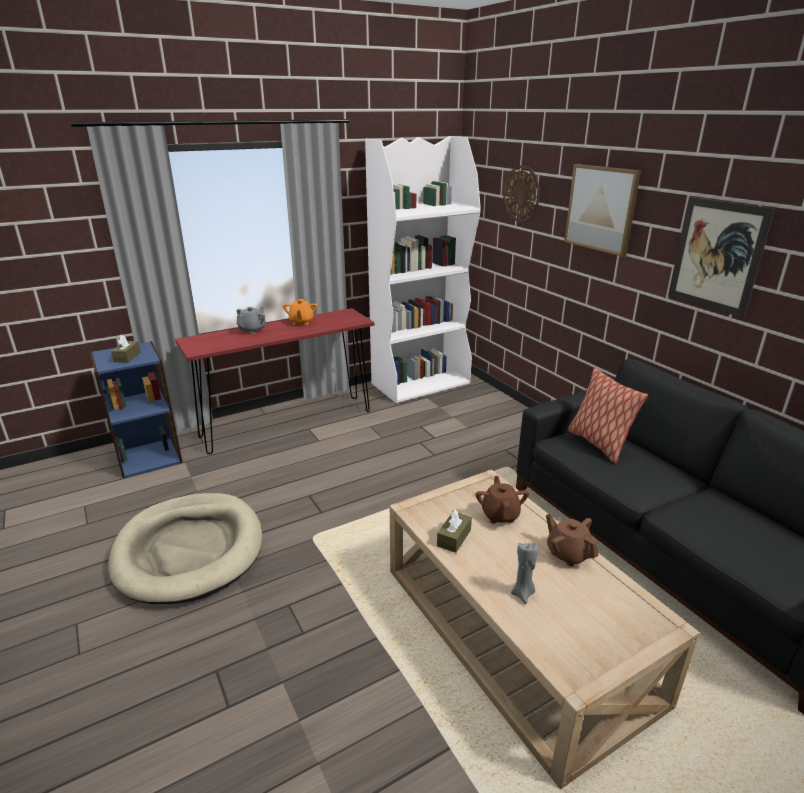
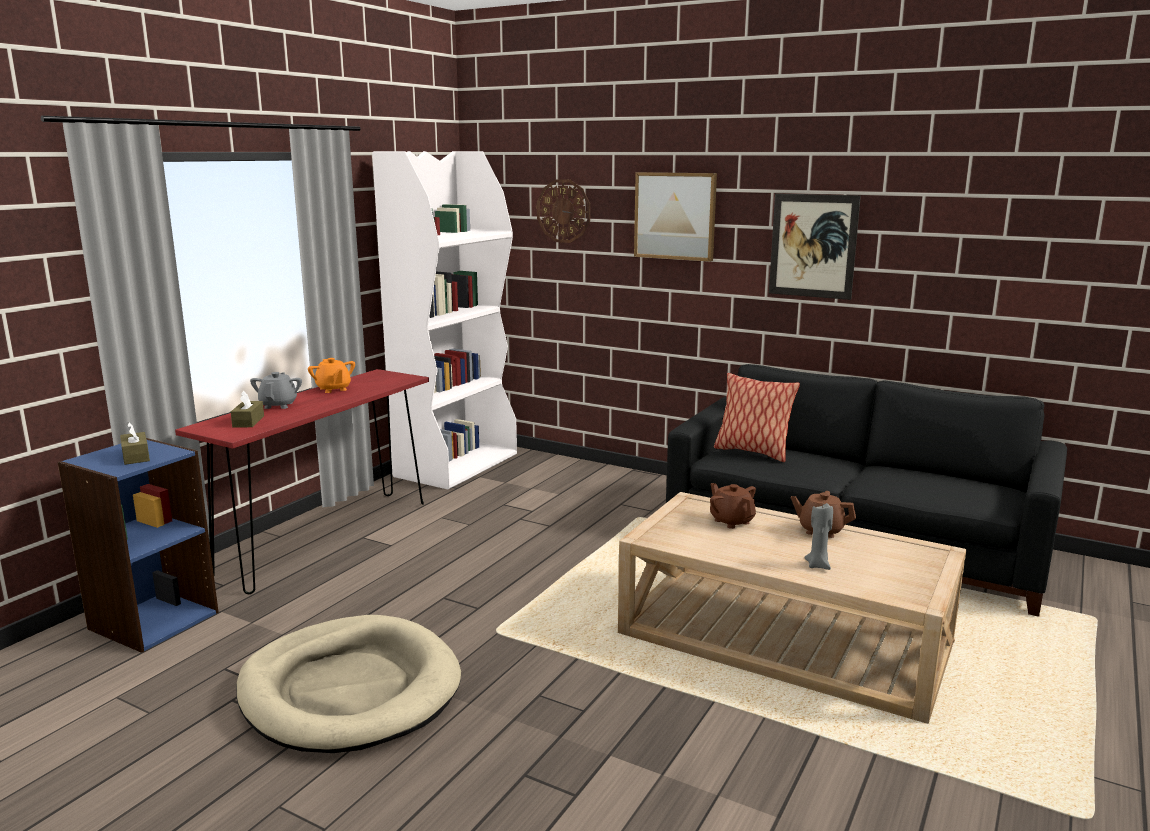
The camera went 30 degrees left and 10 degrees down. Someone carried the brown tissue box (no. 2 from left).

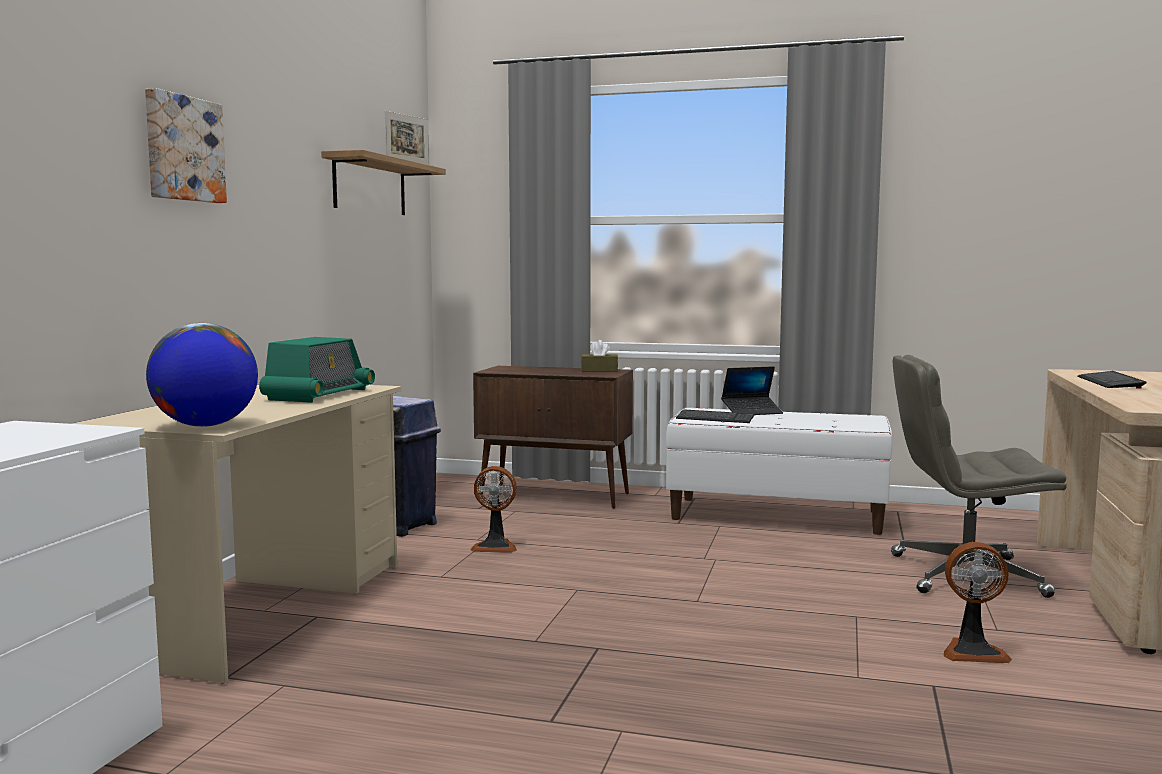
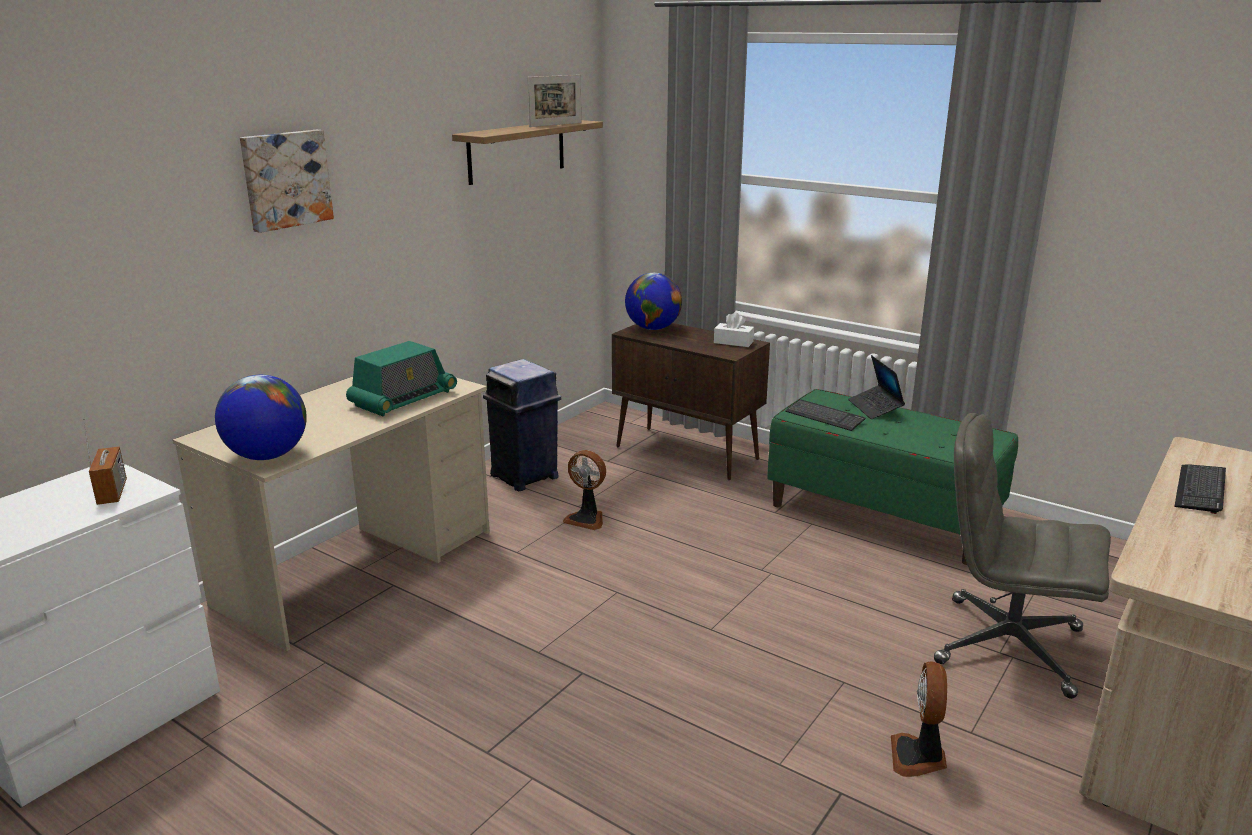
The camera went 20 degrees right and 15 degrees up. Someone repainted the brown tissue box, which became the white tissue box. Someone repainted the white bench, which became the green bench. Someone rotated the laptop by 75 degrees clockwise. Someone rotated the fan (no. 2 from left) by 75 degrees clockwise. Someone put down the radio (no. 1 from left). Someone put down the globe (no. 2 from left).

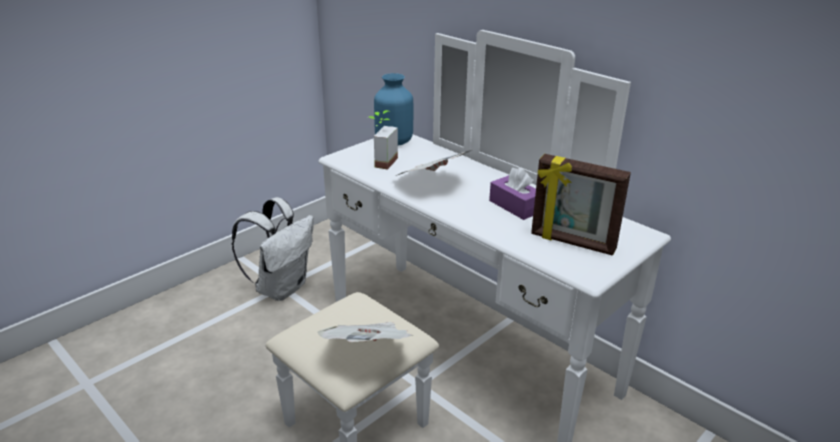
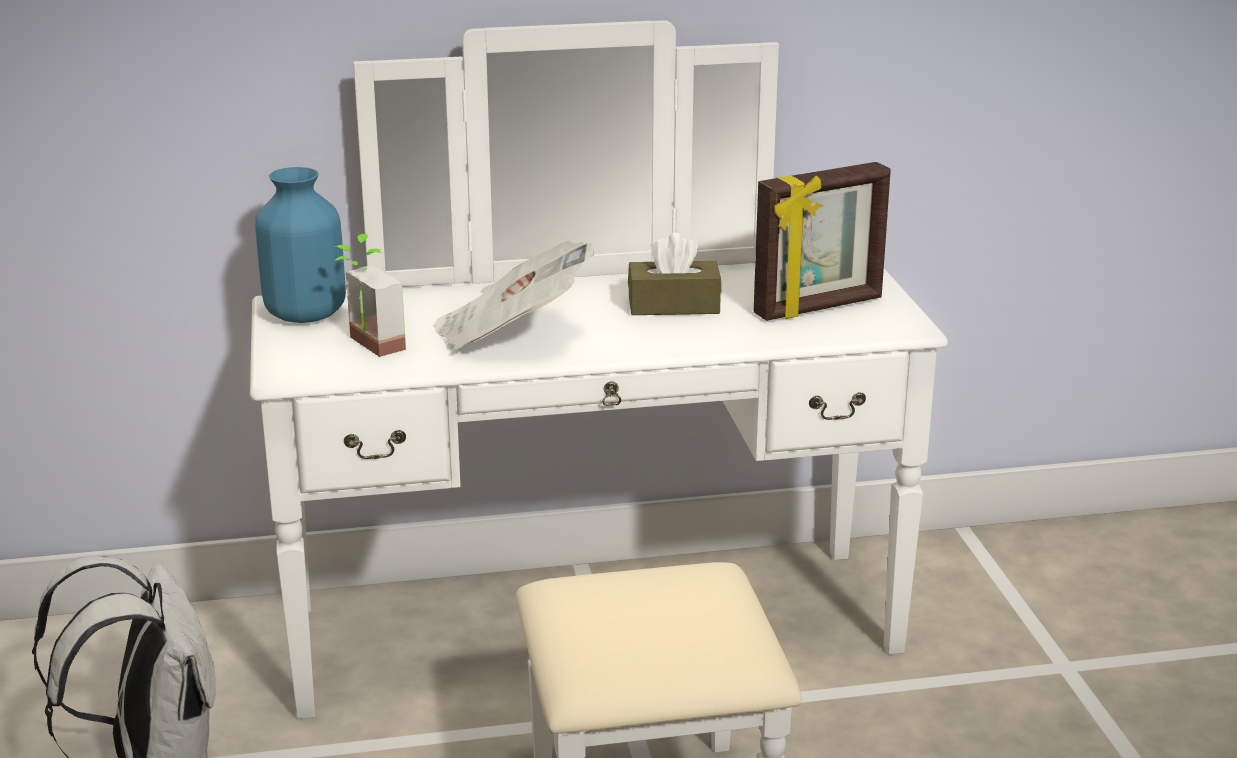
The camera went 55 degrees left and 5 degrees down. Someone took away the newspaper (no. 1 from left). Someone repainted the purple tissue box, which became the brown tissue box.

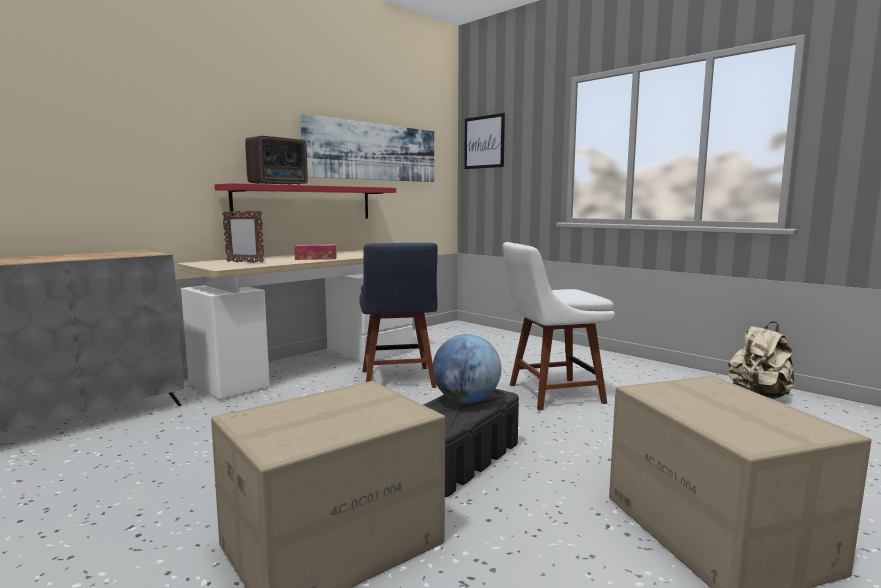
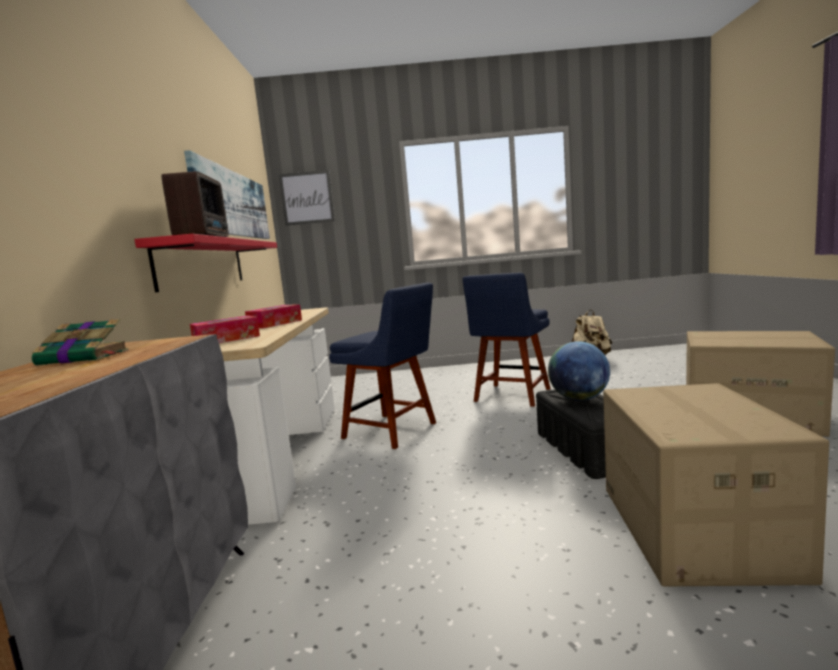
The camera went 45 degrees left and 0 degrees up. Someone swapped the picture frame for the tissue box (no. 1 from left). Someone repainted the white chair, which became the blue chair (no. 2 from left). Someone put down the book.

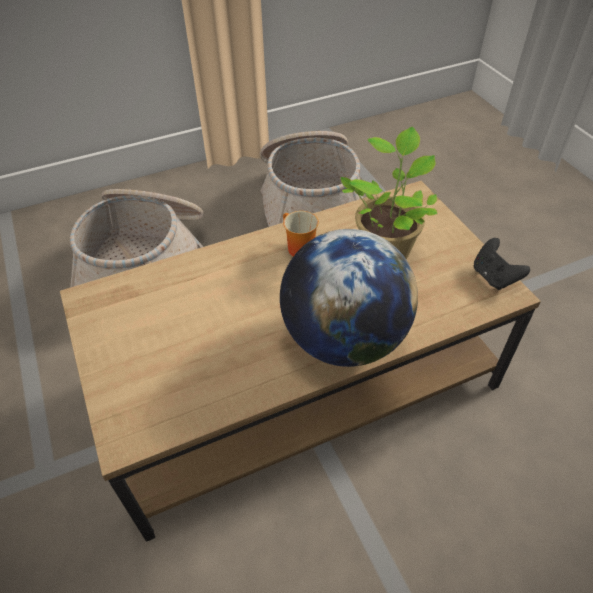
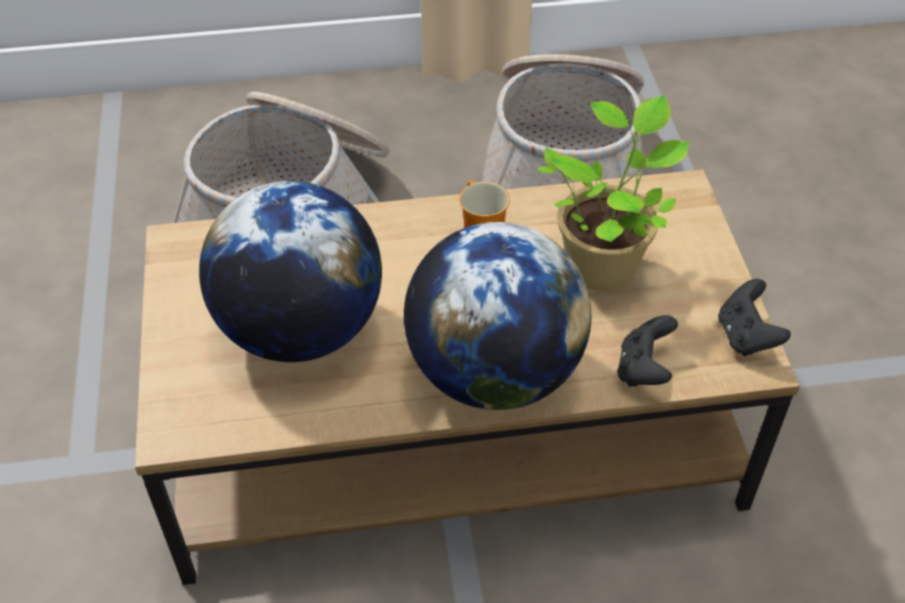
The camera went 15 degrees right and 0 degrees up. Someone put down the globe (no. 1 from left). Someone put down the black game controller (no. 1 from left).

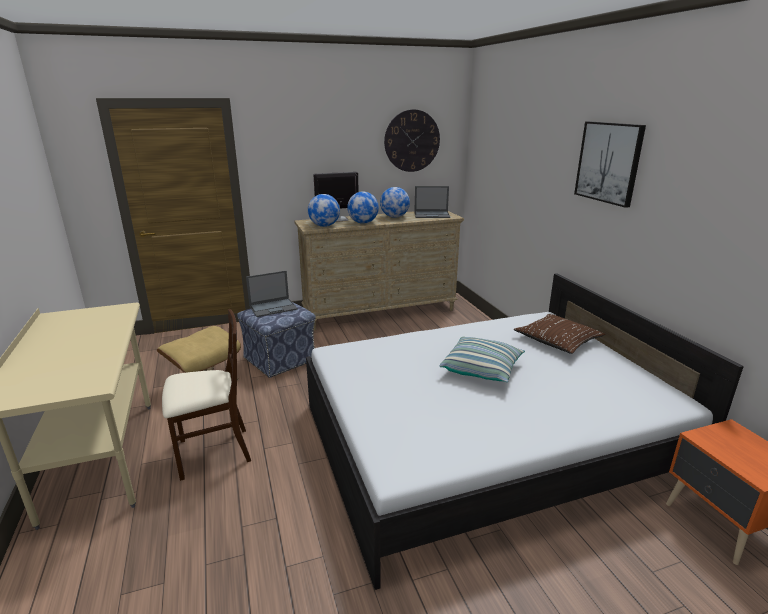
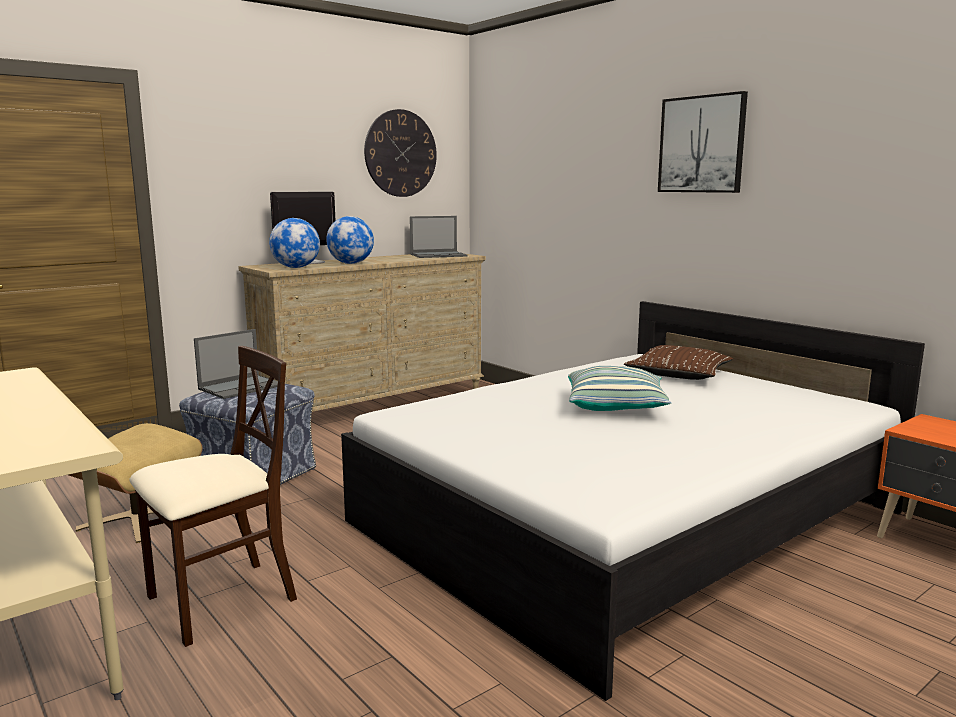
The camera went 20 degrees left and 10 degrees down. Someone took away the globe (no. 3 from left).

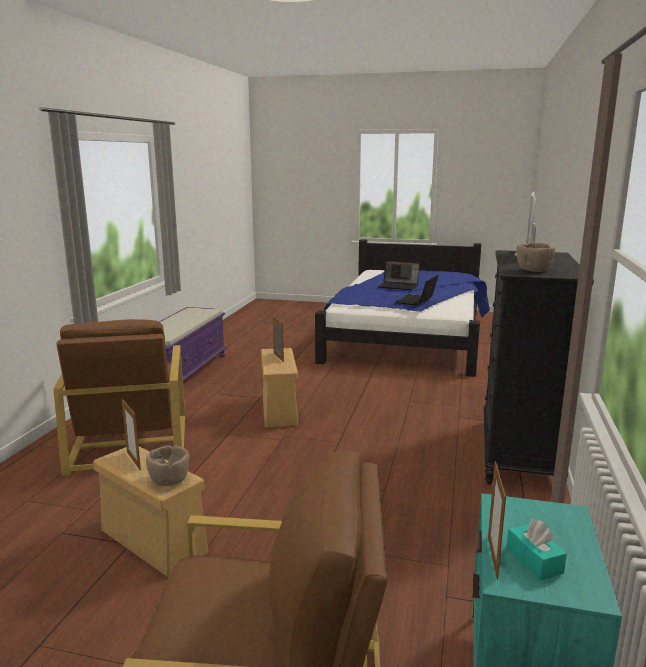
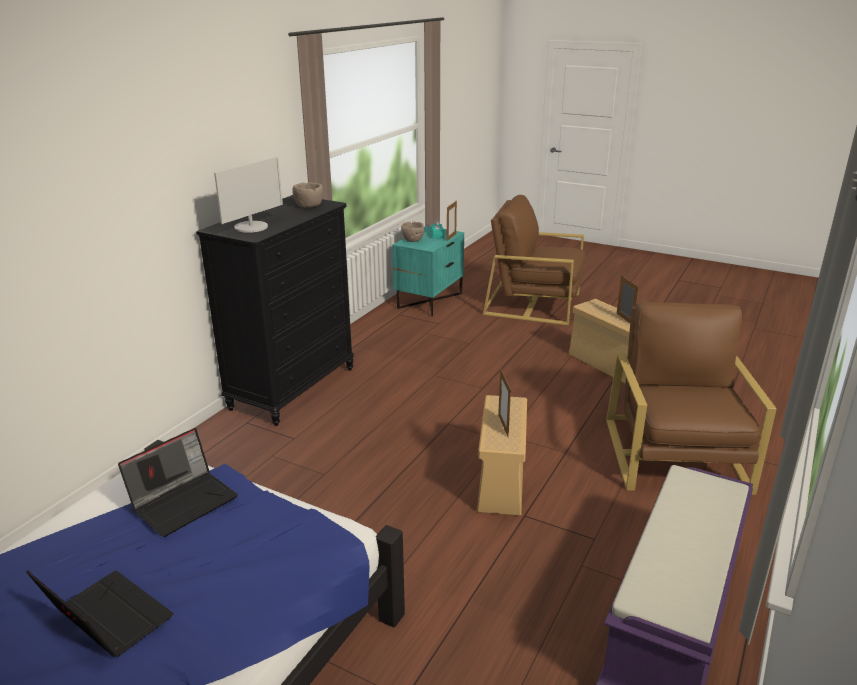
The camera went 165 degrees left and 10 degrees up. Someone carried the brown bowl (no. 1 from left in the first image).

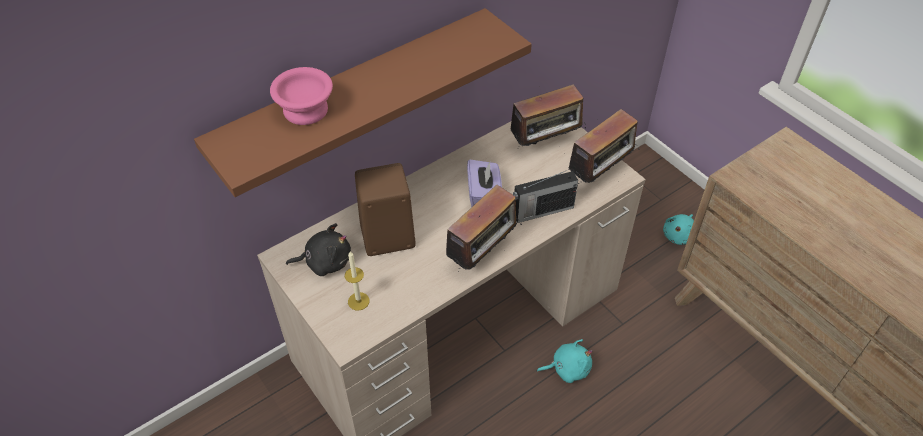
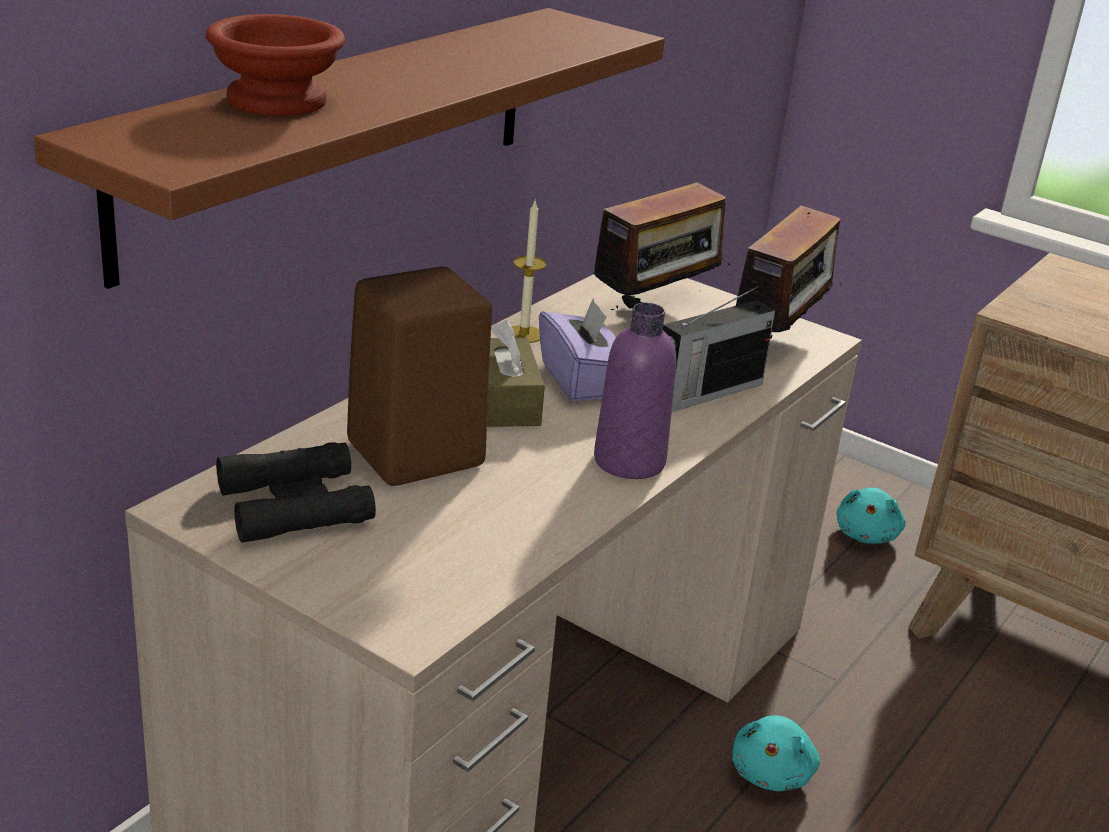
The camera went 20 degrees left and 20 degrees down. Someone repainted the pink bowl, which became the brown bowl. Someone swapped the black plush toy for the black binoculars. Someone carried the candle. Someone swapped the radio (no. 1 from left) for the purple bottle. Someone rotated the turquoise plush toy (no. 1 from left) by 135 degrees clockwise. Someone put down the brown tissue box.

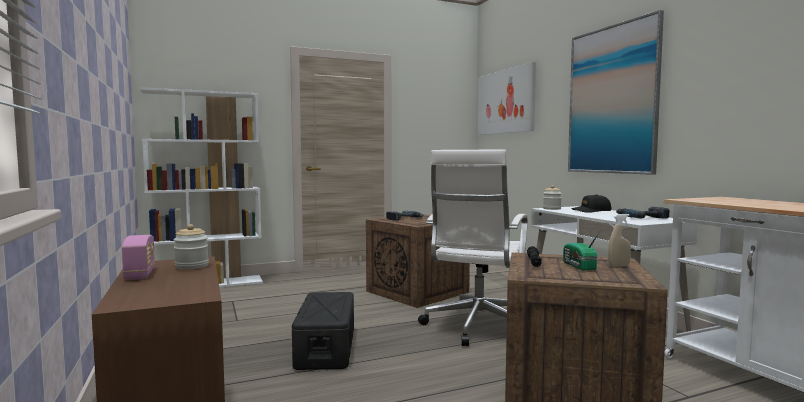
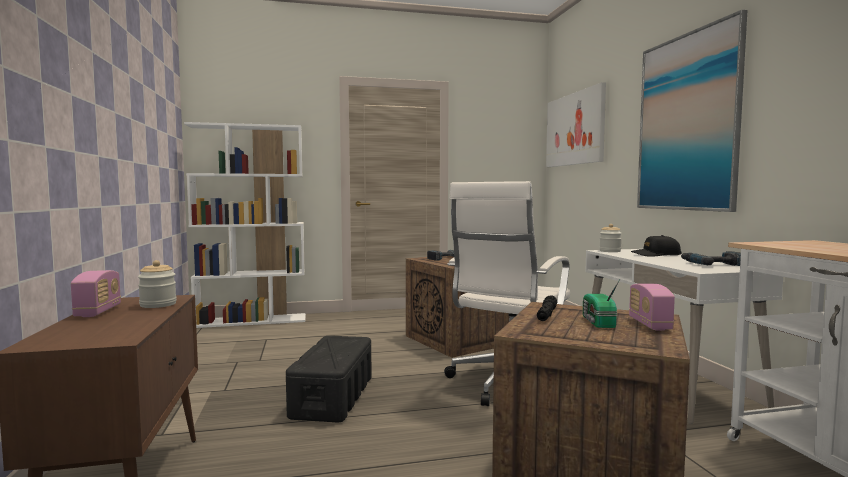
The camera went 10 degrees right and 0 degrees up. Someone swapped the beige spray bottle for the radio (no. 3 from left).

